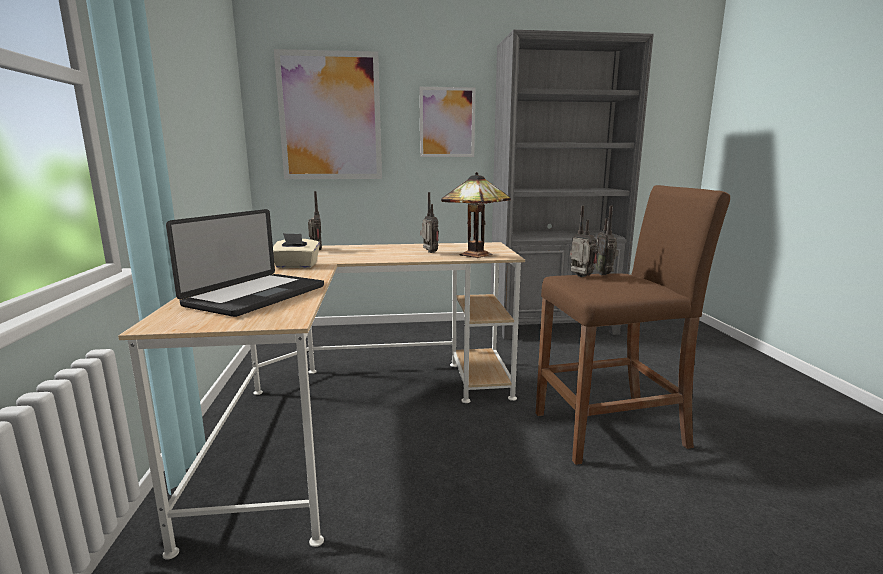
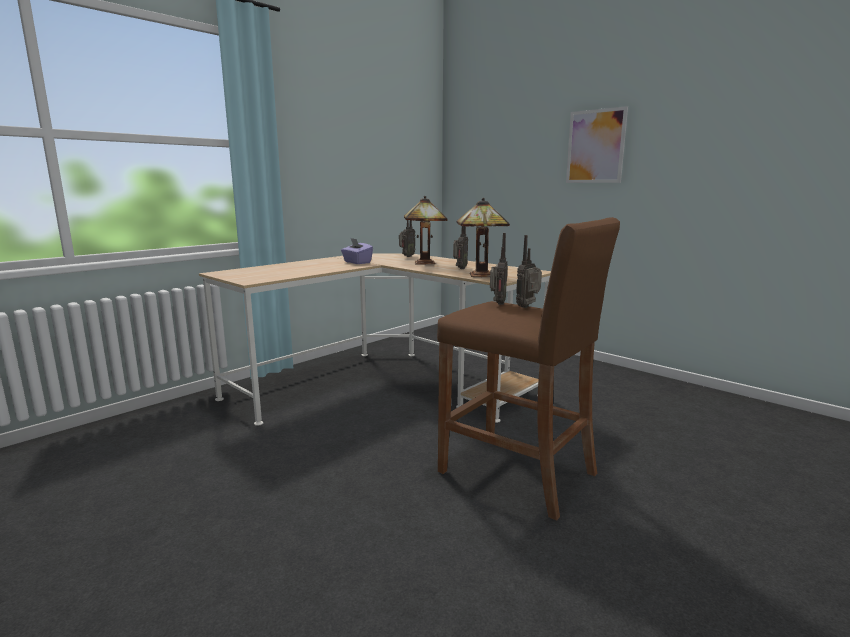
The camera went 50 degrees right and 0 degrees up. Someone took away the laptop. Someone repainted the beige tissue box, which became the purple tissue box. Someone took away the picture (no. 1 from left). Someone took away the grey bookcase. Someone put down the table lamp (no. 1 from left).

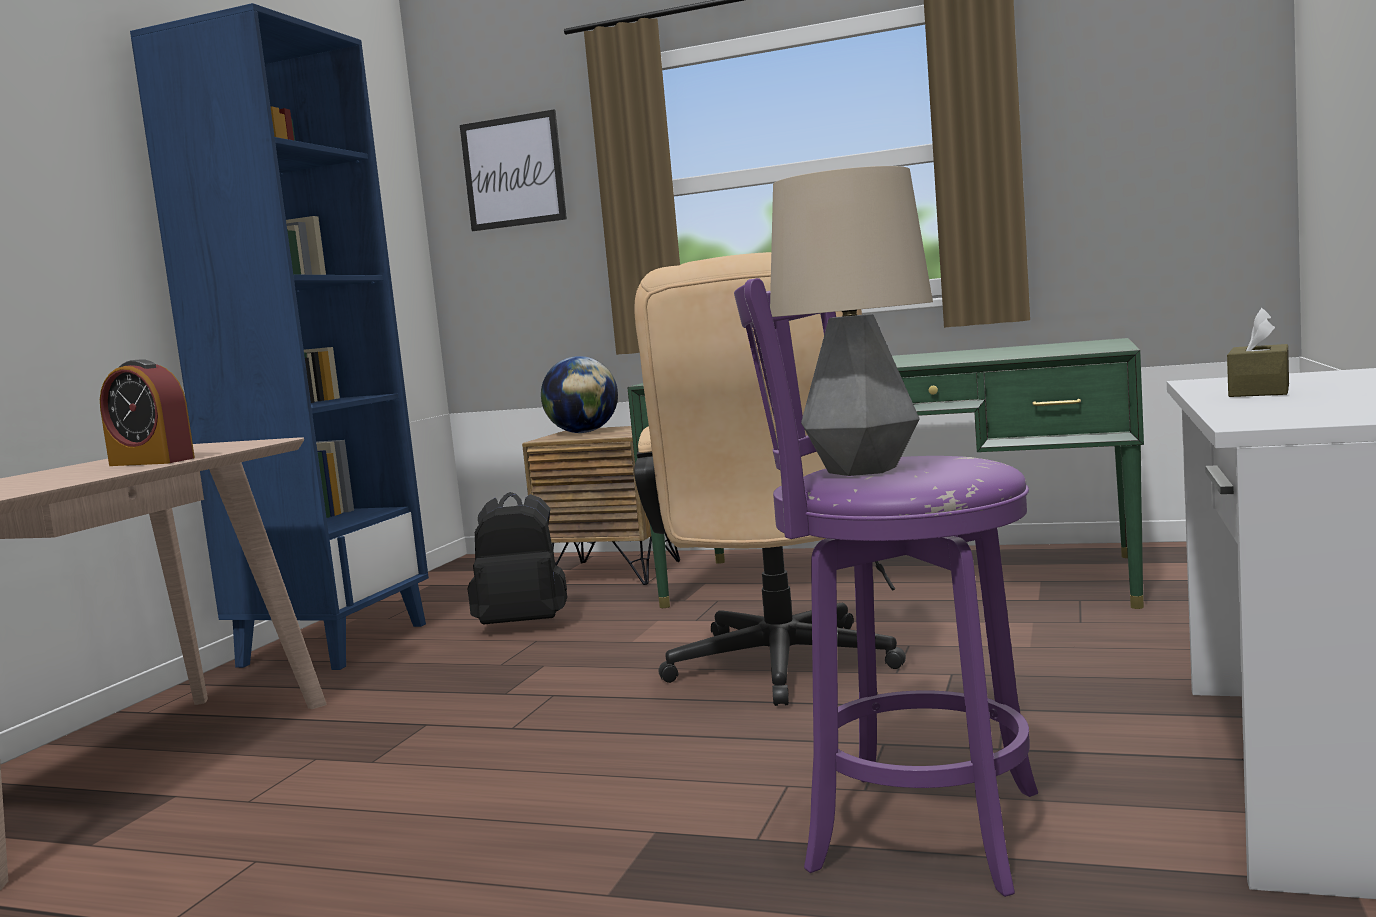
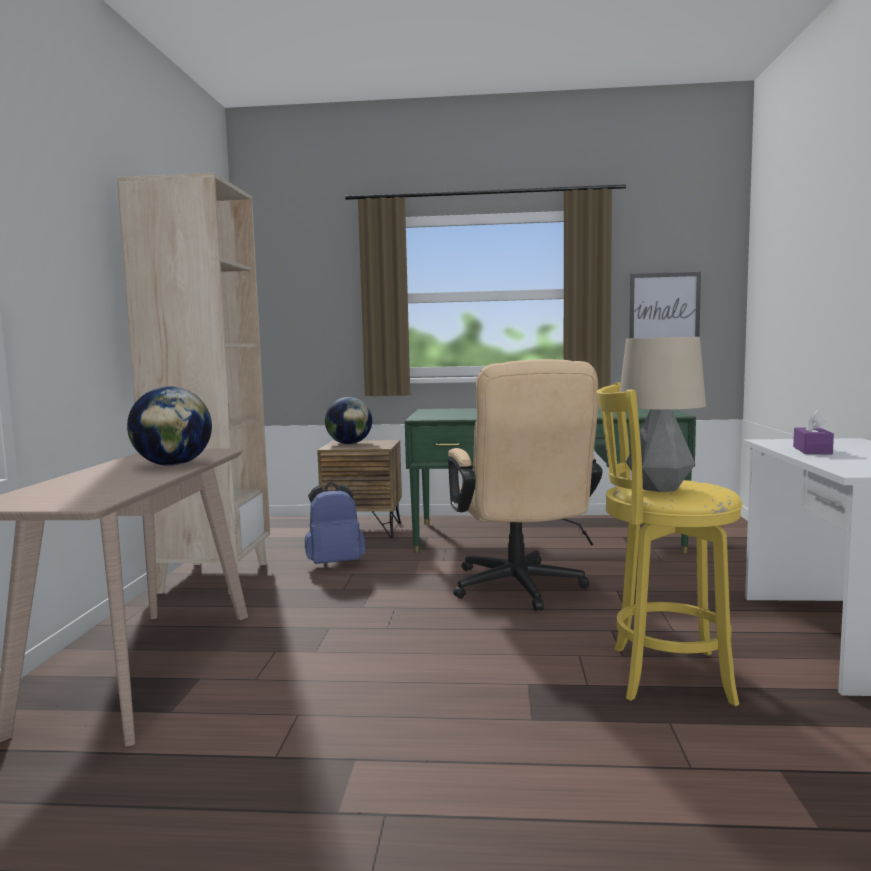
The camera went 15 degrees left and 0 degrees up. Someone swapped the alarm clock for the globe (no. 1 from left). Someone repainted the blue bookcase, which became the beige bookcase. Someone carried the picture. Someone repainted the black backpack, which became the blue backpack. Someone repainted the purple stool, which became the yellow stool. Someone repainted the brown tissue box, which became the purple tissue box.

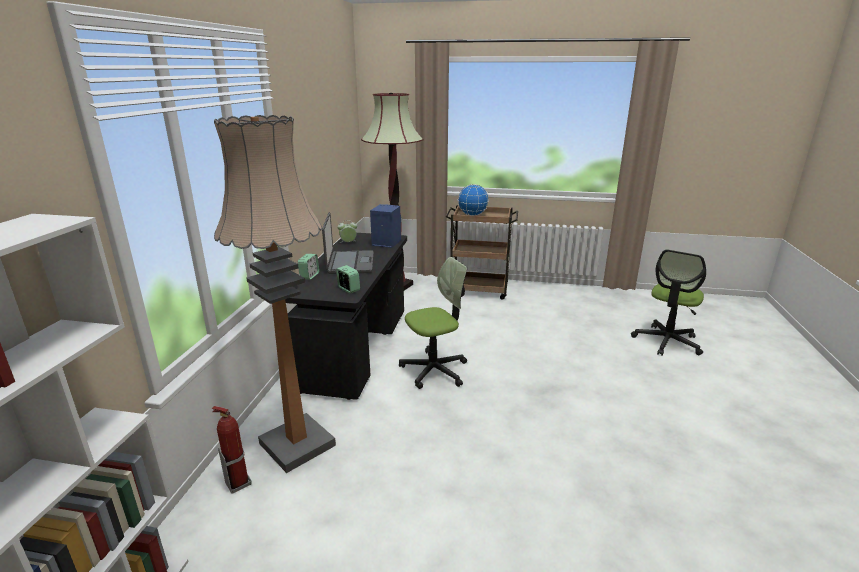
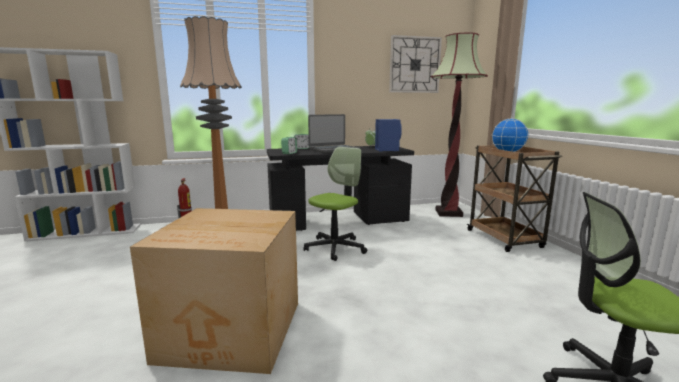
The camera went 65 degrees right and 10 degrees down. Someone rotated the office chair (no. 1 from left) by 90 degrees counterclockwise. Someone put down the cardboard box. Someone put up the wall clock.

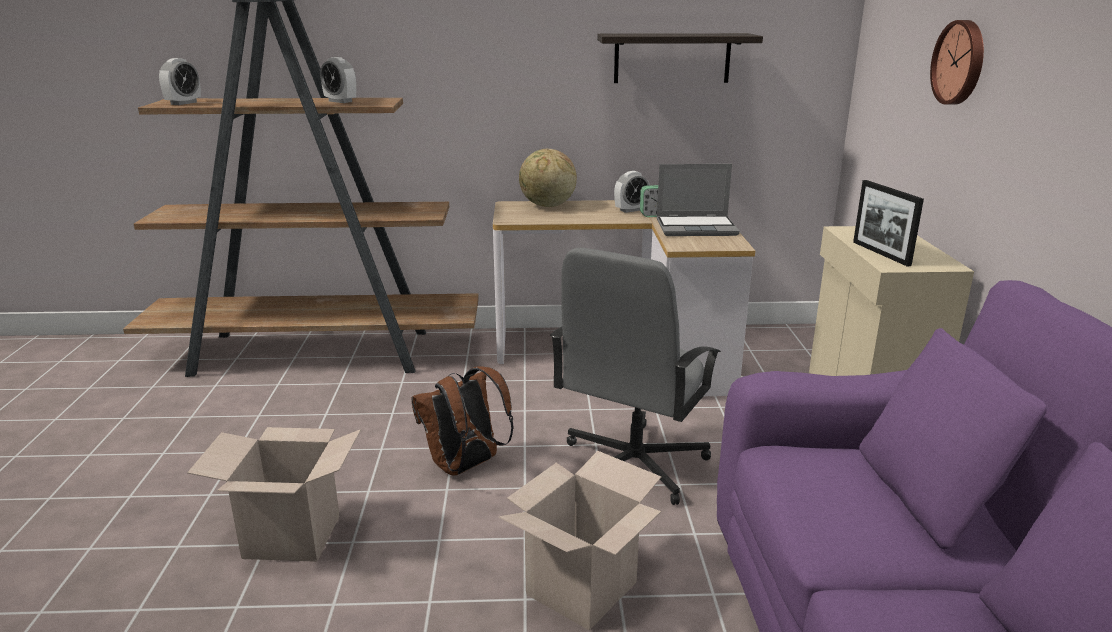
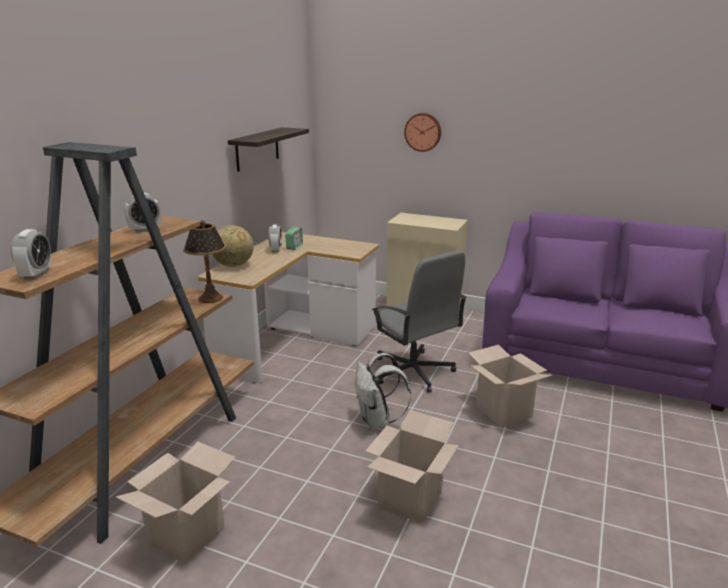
The camera went 65 degrees left and 0 degrees up. Someone rotated the alarm clock (no. 1 from left) by 45 degrees clockwise. Someone repainted the brown backpack, which became the white backpack. Someone took away the laptop. Someone took away the picture frame. Someone put down the cardboard box (no. 1 from left). Someone put down the table lamp.

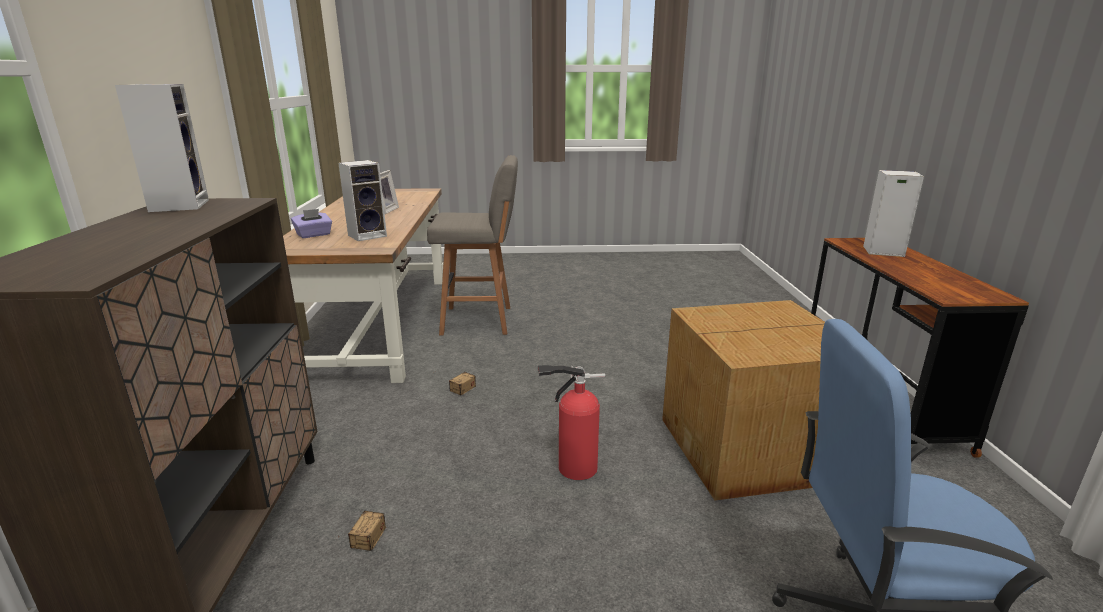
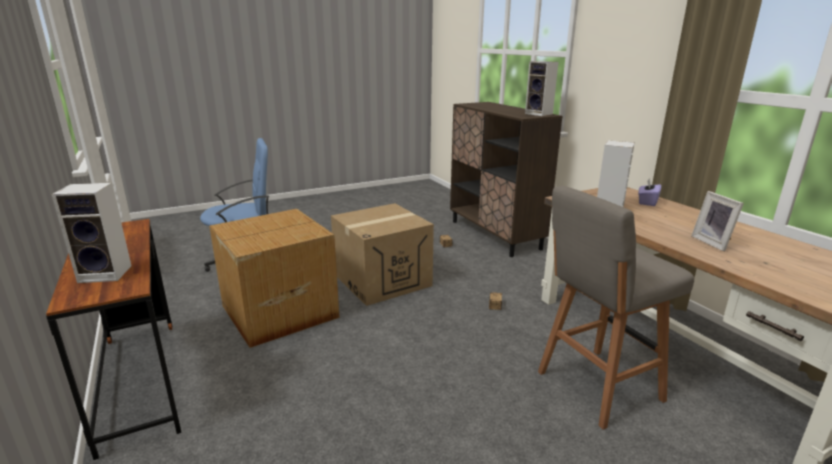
The camera went 155 degrees right and 0 degrees up. Someone swapped the fire extinguisher for the cardboard box (no. 2 from left).

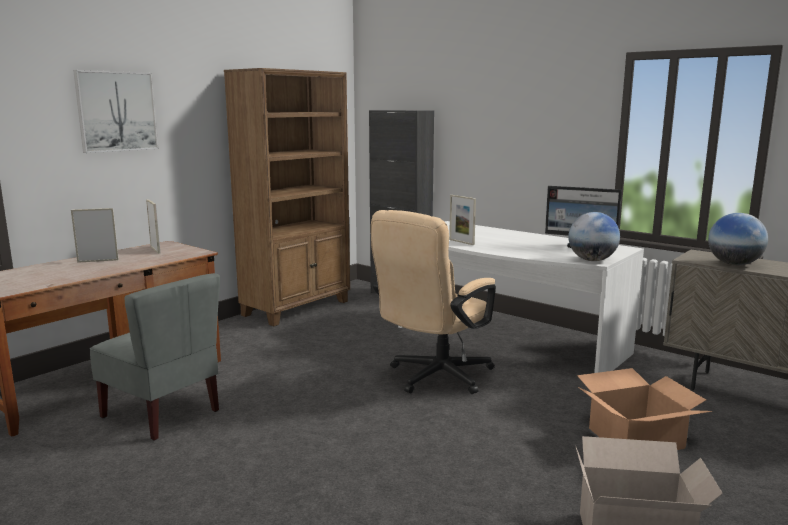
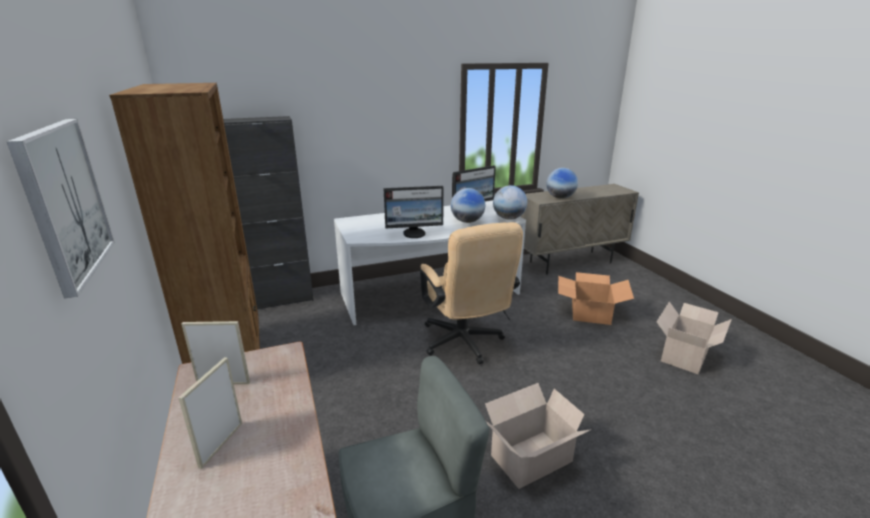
The camera went 60 degrees left and 10 degrees up. Someone swapped the picture frame (no. 3 from left) for the monitor (no. 1 from left). Someone put down the globe (no. 1 from left). Someone put down the cardboard box (no. 1 from left).

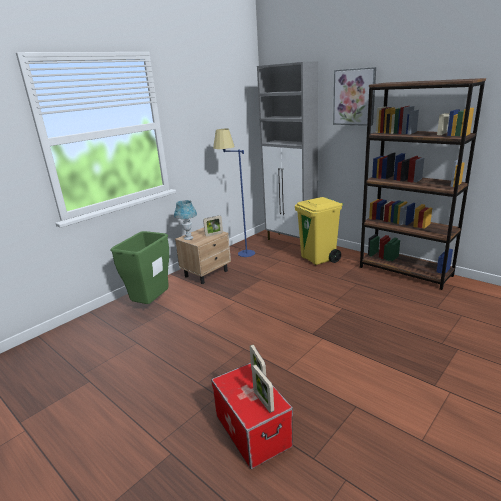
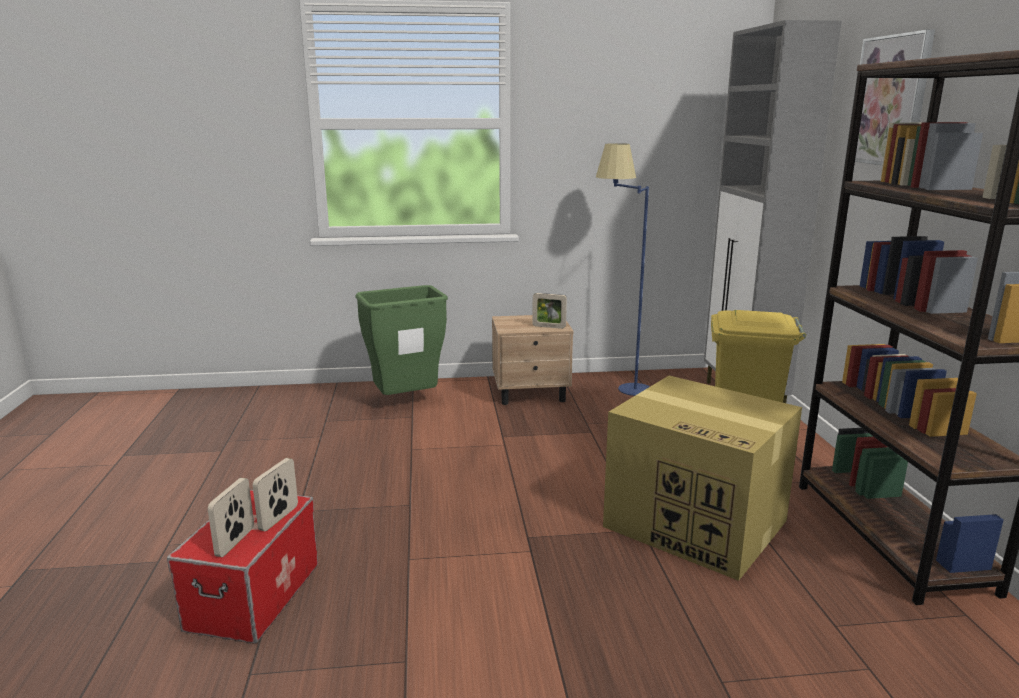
The camera went 40 degrees right and 5 degrees down. Someone took away the blue table lamp. Someone put down the cardboard box.

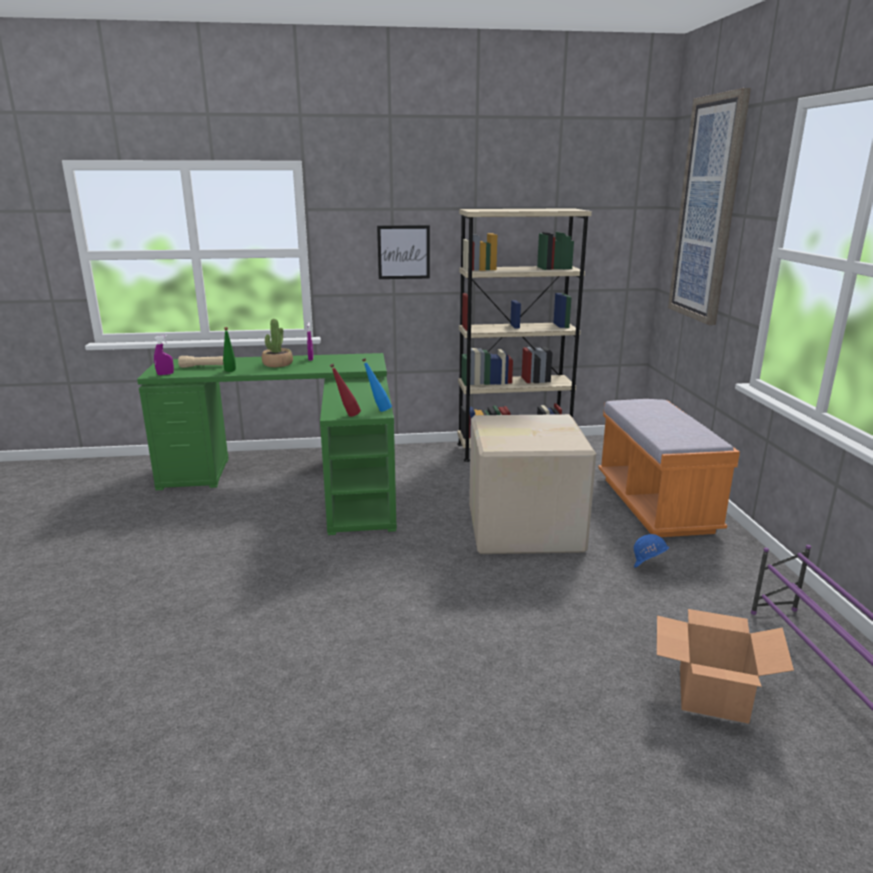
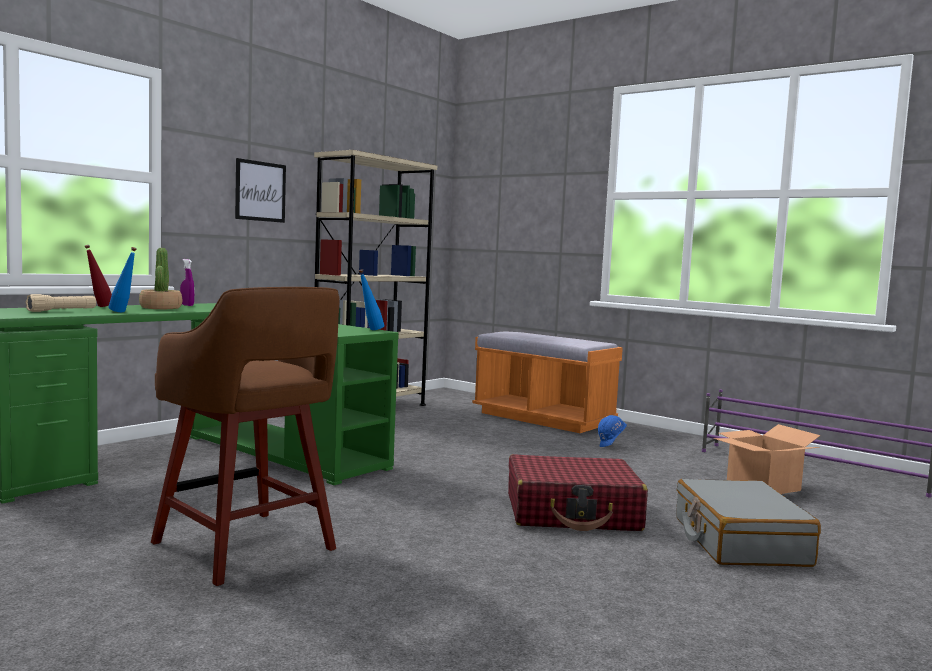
The camera went 45 degrees left and 15 degrees down. Someone took away the purple spray bottle (no. 1 from left). Someone repainted the green bottle, which became the blue bottle (no. 1 from left). Someone carried the red bottle. Someone took away the cardboard box (no. 1 from left). Someone took away the picture (no. 2 from left). Someone put down the brown stool. Someone put down the red suitcase. Someone put down the grey suitcase.

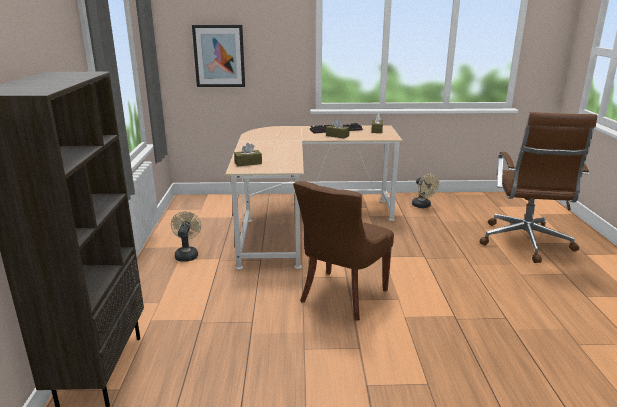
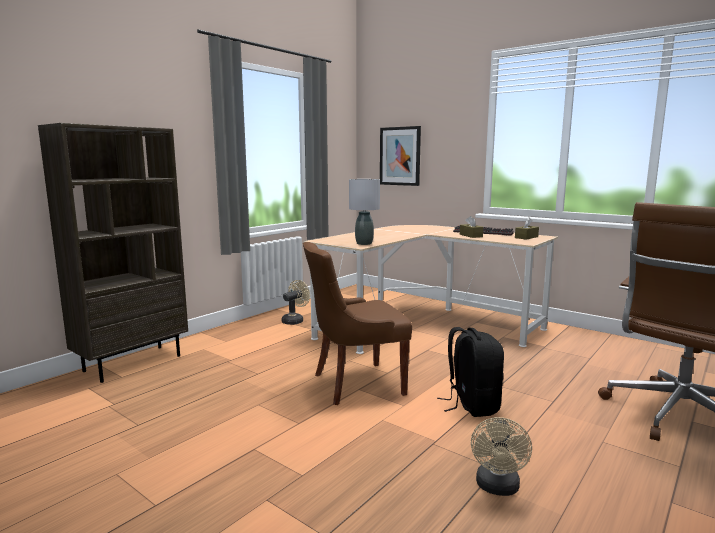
The camera went 40 degrees right and 10 degrees down. Someone took away the brown tissue box (no. 1 from left). Someone carried the beige fan (no. 2 from left). Someone put down the grey table lamp. Someone put down the black backpack.

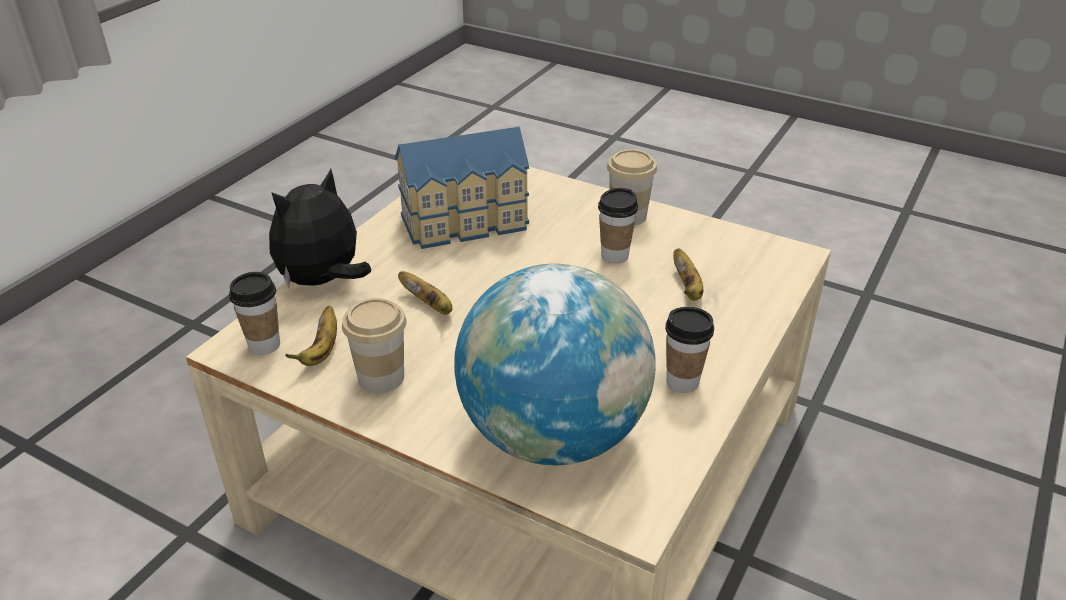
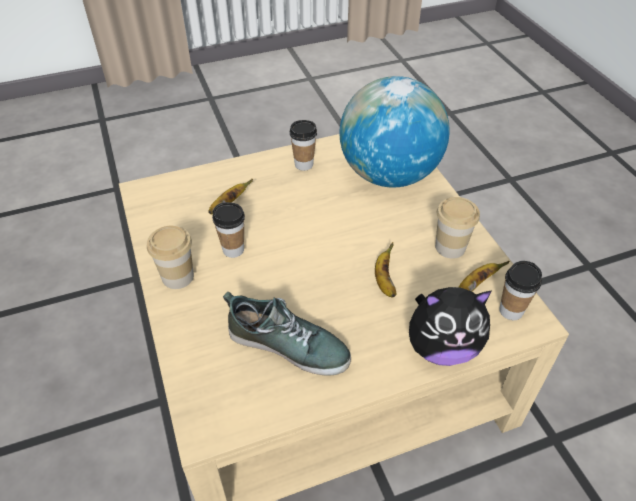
The camera went 140 degrees left and 10 degrees up. Someone swapped the toy house for the shoe.

